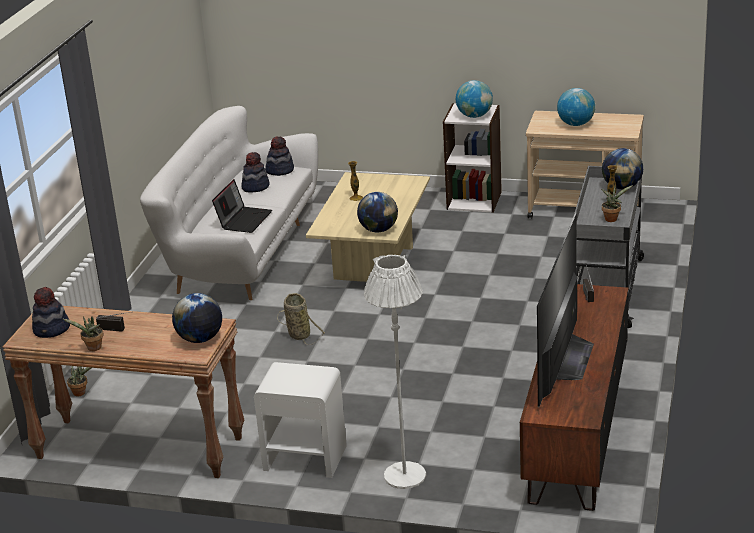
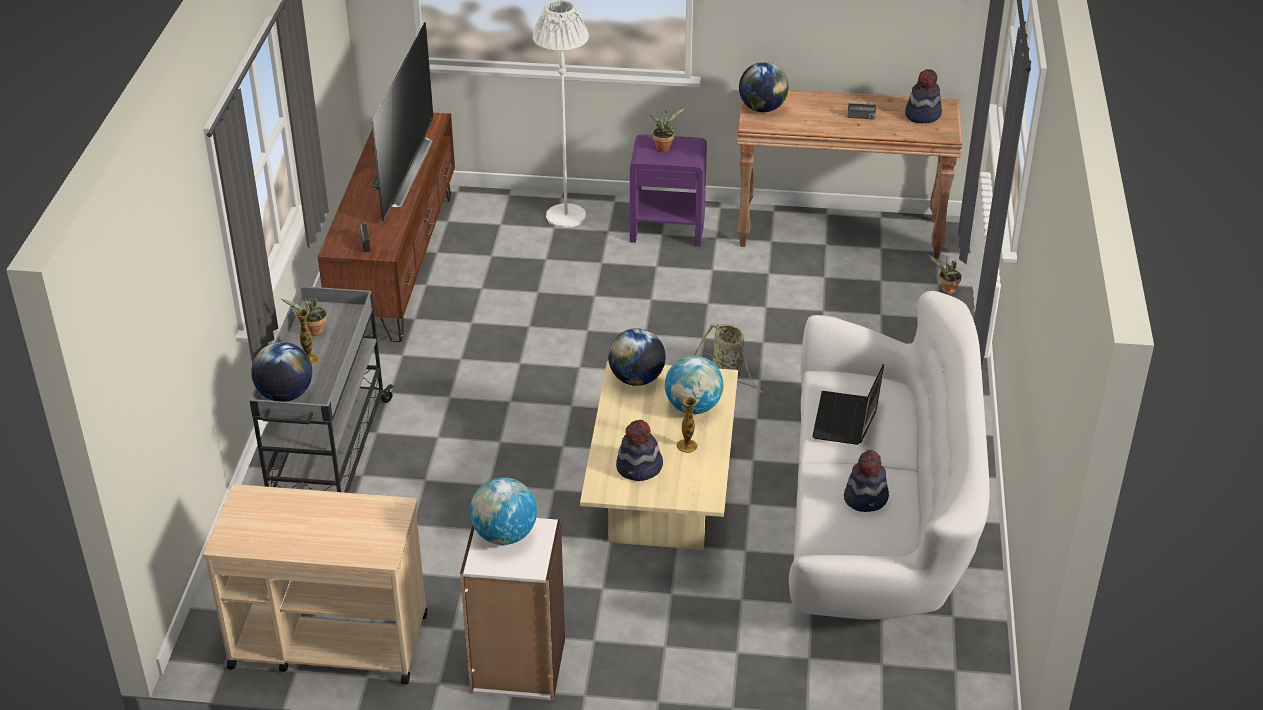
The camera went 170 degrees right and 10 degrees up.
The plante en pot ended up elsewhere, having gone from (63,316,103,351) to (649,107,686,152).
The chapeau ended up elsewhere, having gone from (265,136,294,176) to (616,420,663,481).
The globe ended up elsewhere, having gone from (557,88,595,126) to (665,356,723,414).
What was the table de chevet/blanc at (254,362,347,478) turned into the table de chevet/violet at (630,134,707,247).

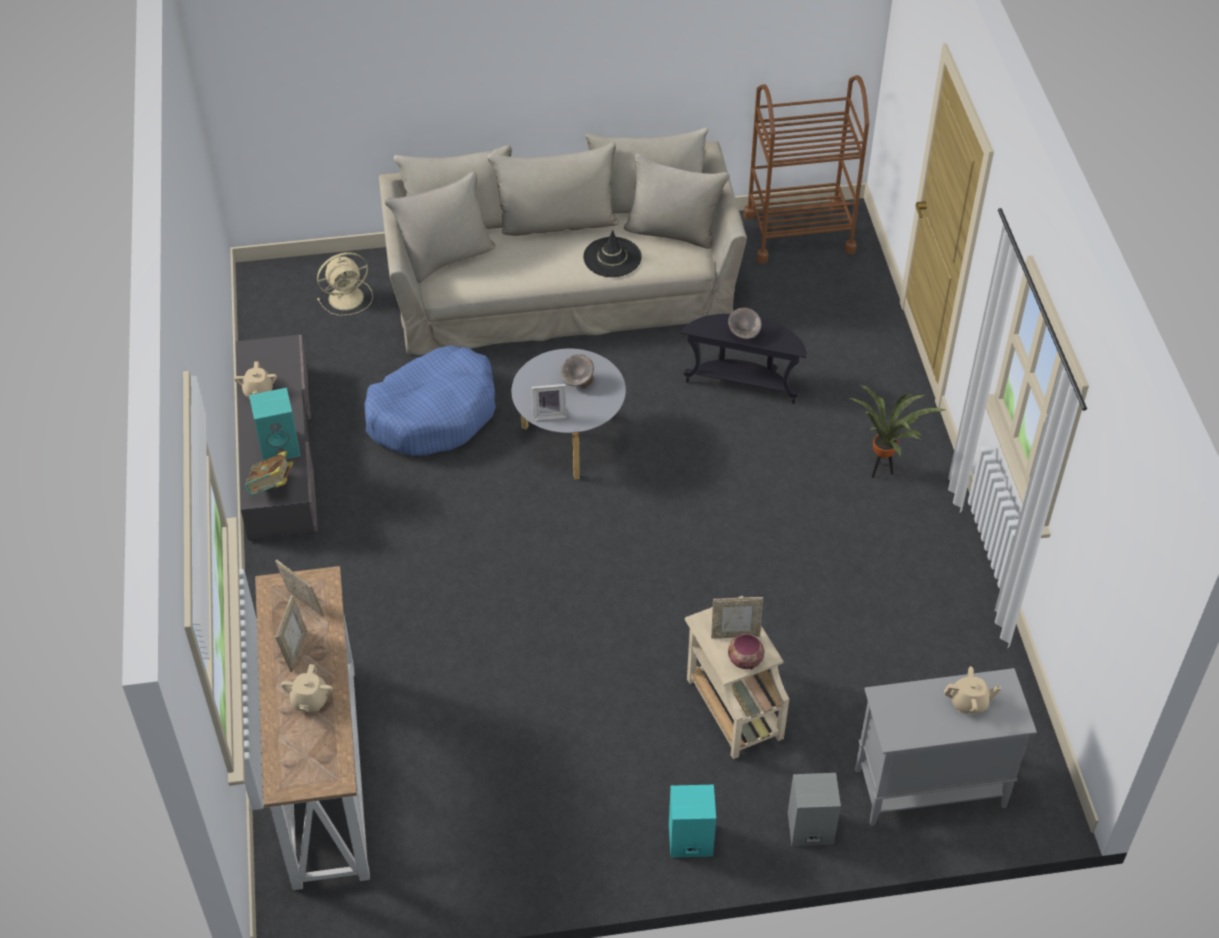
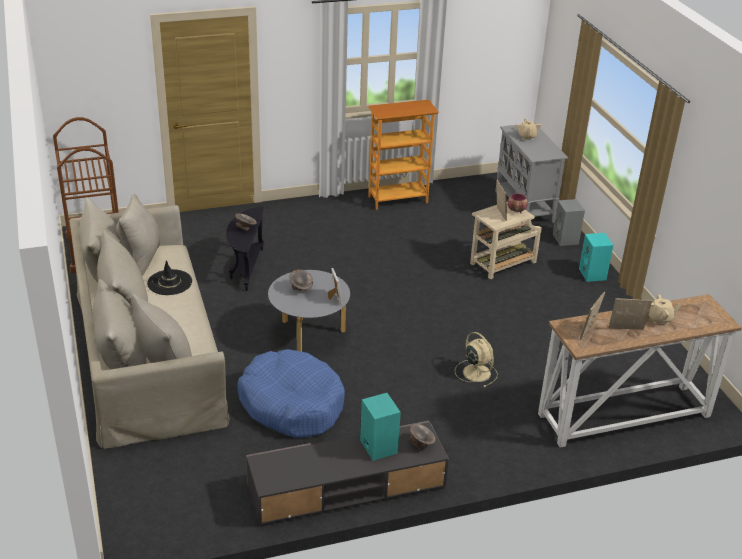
The camera went 100 degrees left and 15 degrees down.
The second view lost the théière/beige at (234,361,277,399).
The second view lost the plante en pot at (849,385,946,478).
The second view gained the bibliothèque at (368,100,439,210).
The ventilateur/beige ended up elsewhere, having gone from (317,252,373,316) to (455,332,497,387).
Where the livre stood at (246,451,293,495), the bol/gris came to stand at (409,424,435,450).

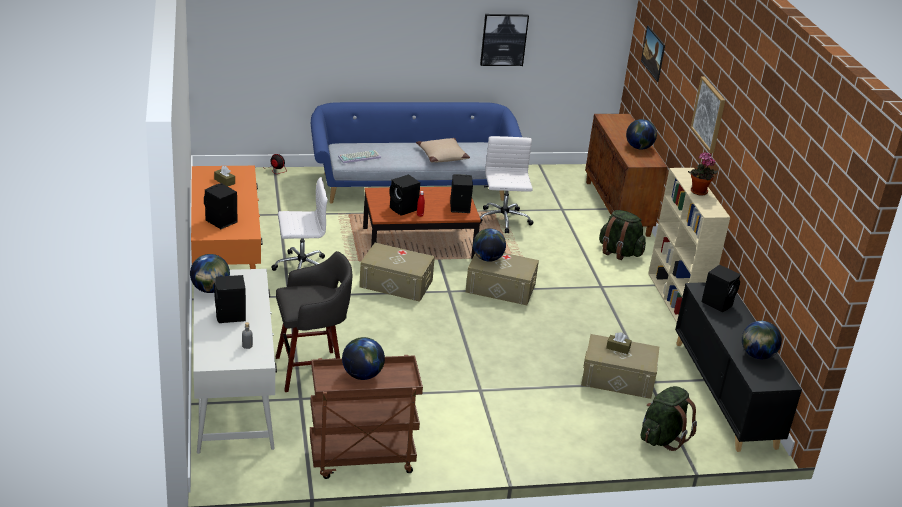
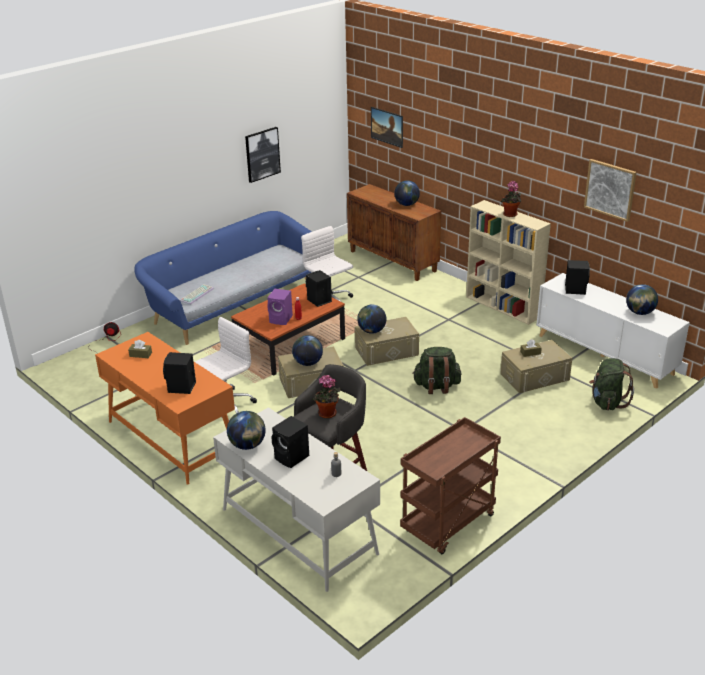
The camera went 30 degrees left and 0 degrees up.
The second view lost the coussin/beige at (416,138,470,162).
The second view gained the plante en pot at (312,375,341,418).
The globe ended up elsewhere, having gone from (342,337,385,380) to (292,335,323,366).
The sac à dos/vert ended up elsewhere, having gone from (599,210,646,260) to (412,347,462,394).
The tableau ended up elsewhere, having gone from (690,76,725,153) to (584,159,637,222).
What was the enceinte/noir at (389,175,420,216) turned into the enceinte/violet at (267,289,293,325).
What was the meuble de rangement/noir at (675,282,802,452) turned into the meuble de rangement/blanc at (536,273,690,389).

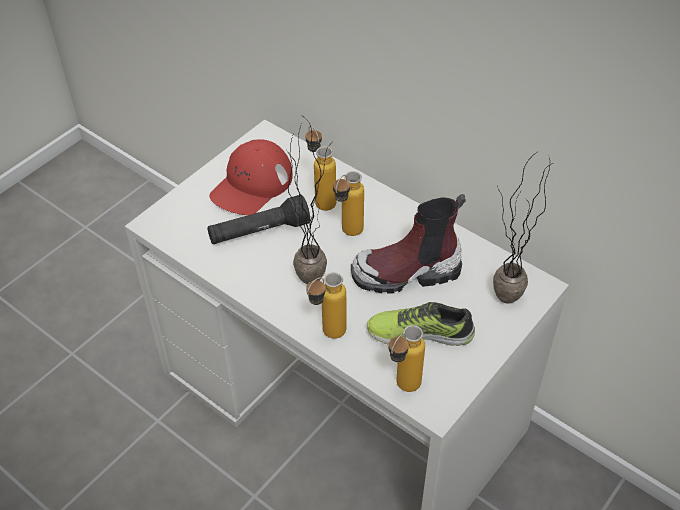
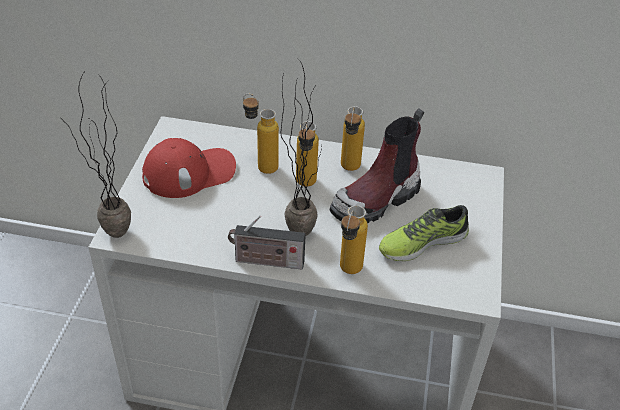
The camera went 30 degrees left and 5 degrees down.
The second view lost the lampe de poche/noir at (207,195,310,244).
The second view gained the radio at (228,215,306,270).
The bouteille ended up elsewhere, having gone from (389,325,425,392) to (341,106,365,171).
The plante en pot ended up elsewhere, having gone from (493,152,553,304) to (60,70,131,238).
The casquette/rouge at (209,140,293,215) ended up facing another way, 120 degrees counterclockwise from before.

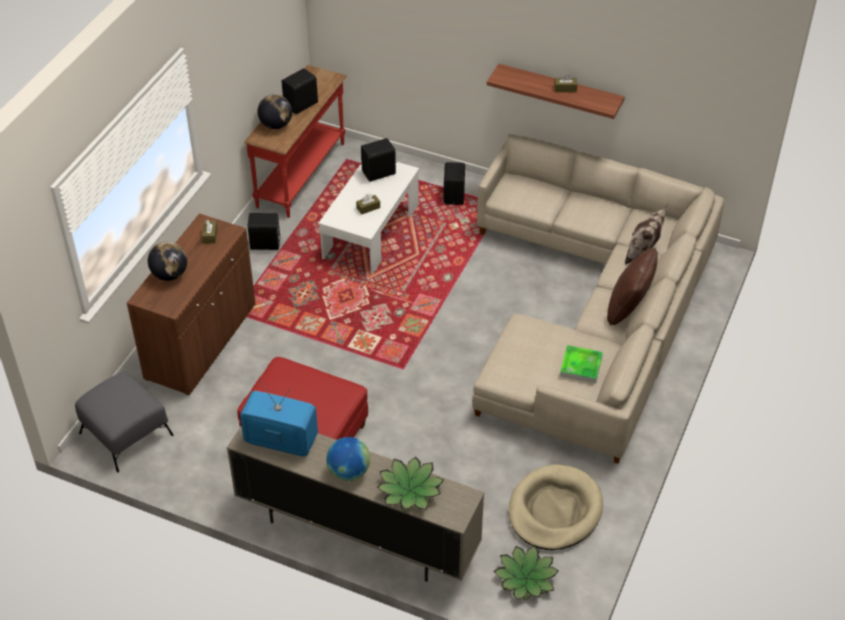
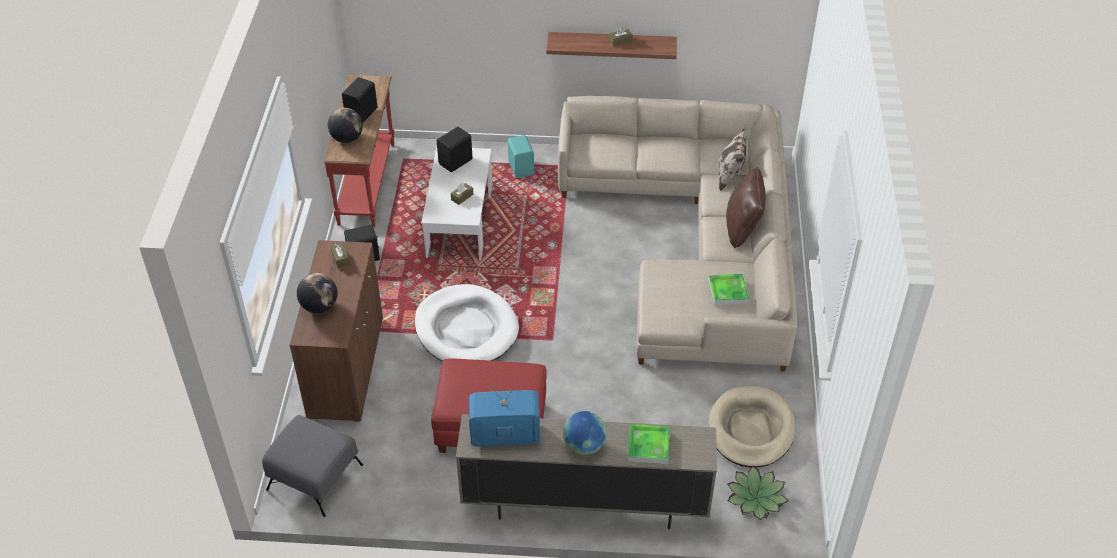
The camera went 20 degrees left and 0 degrees up.
The second view gained the panier pour chien/blanc at (415,284,519,361).
Where the plante en pot stood at (377,457,444,512), the plateau came to stand at (627,424,670,464).
What was the enceinte/noir at (444,162,465,205) turned into the enceinte/turquoise at (508,135,534,178).

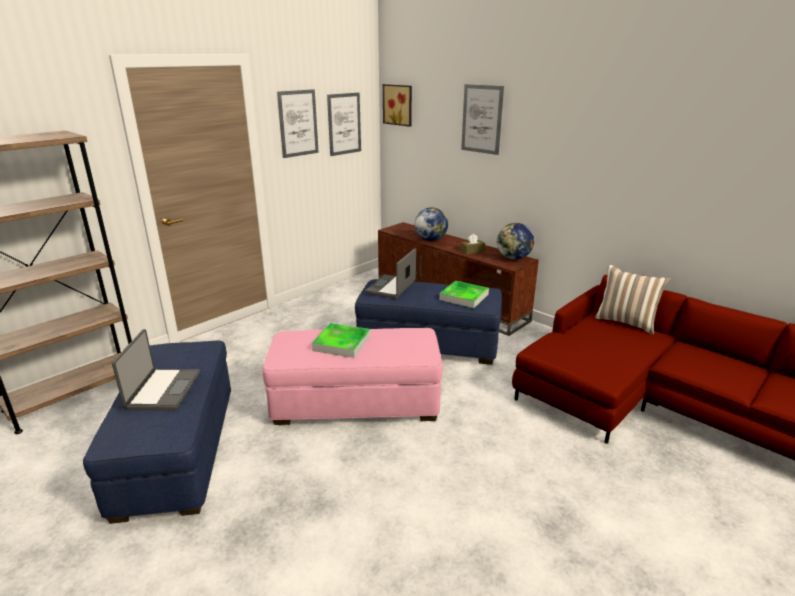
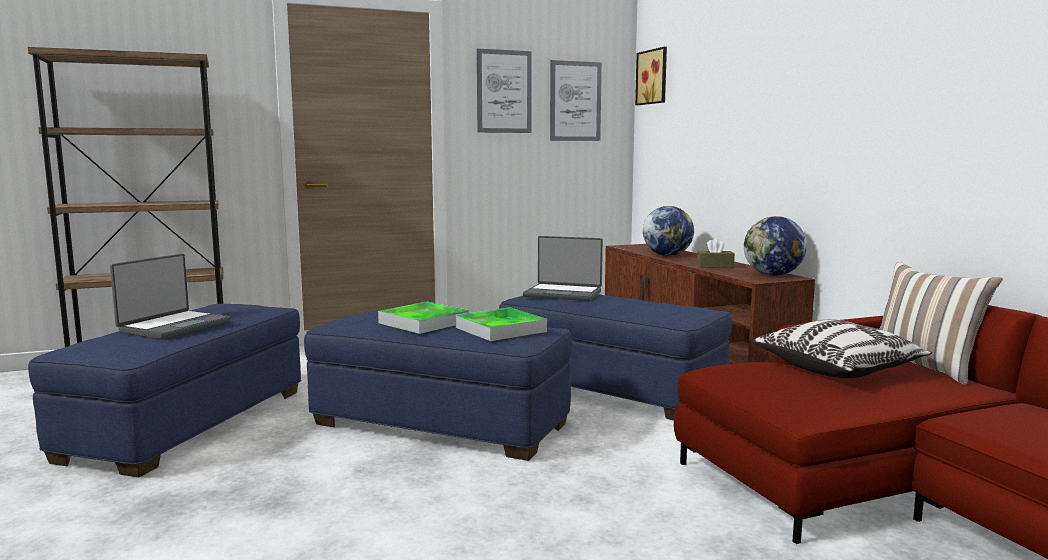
The camera went 25 degrees right and 15 degrees down.
The second view lost the tableau at (461,84,504,155).
The second view gained the coussin at (753,319,932,378).
The plateau ended up elsewhere, having gone from (439,280,489,308) to (456,307,547,341).
What was the pouf/rose at (263,328,443,425) turned into the pouf/bleu at (304,311,572,461).
The ordinateur portable at (365,248,416,299) ended up facing another way, 120 degrees counterclockwise from before.

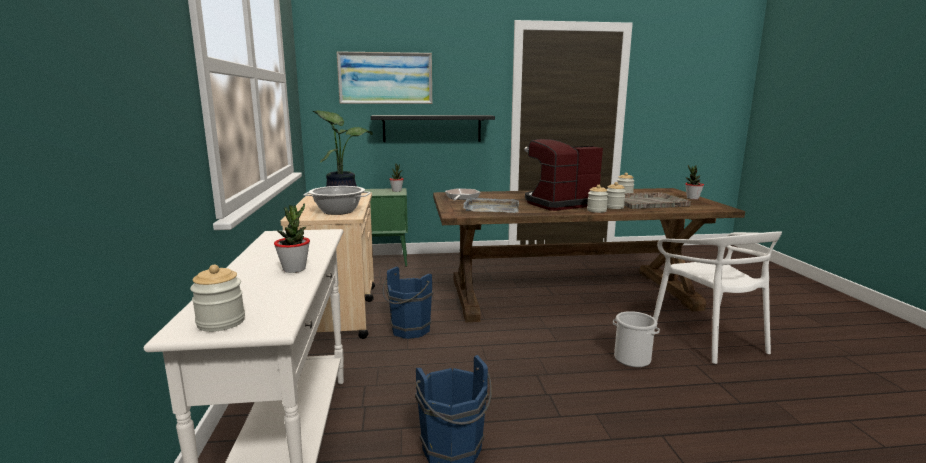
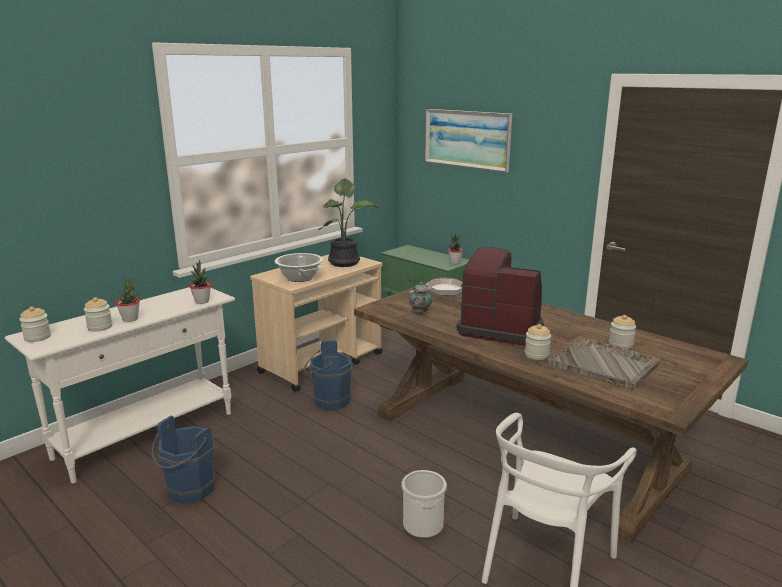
The camera went 50 degrees right and 5 degrees up.
The second view lost the étagère/noir at (371,115,495,142).
The bocal ended up elsewhere, having gone from (587,185,608,213) to (84,297,112,332).
The plante en pot ended up elsewhere, having gone from (685,165,704,200) to (189,260,211,304).
Where the plateau/gris stood at (463,197,519,213), the théière came to stand at (409,282,432,314).

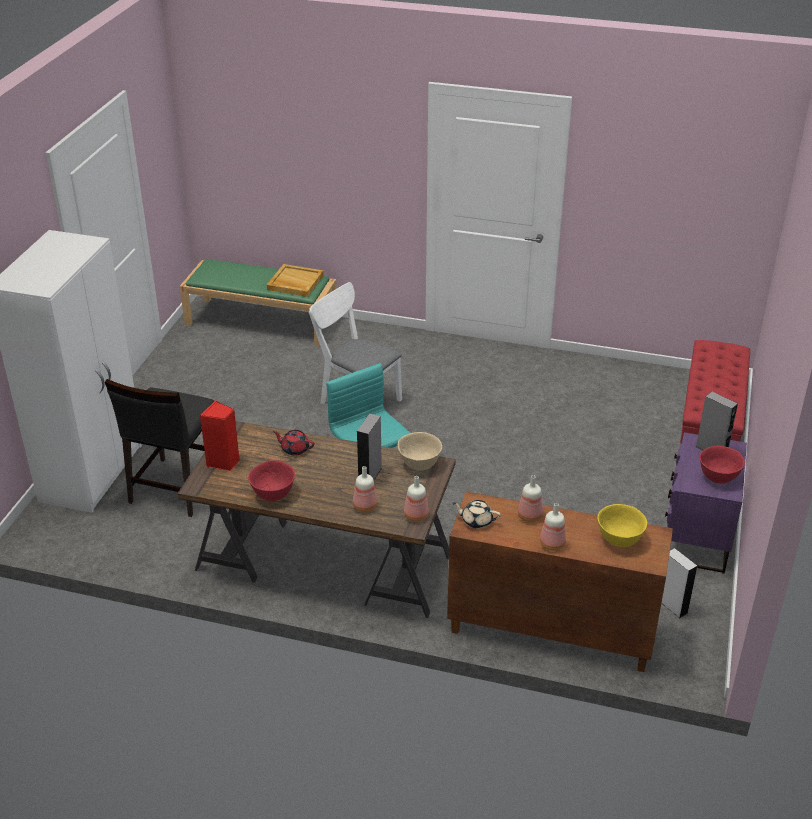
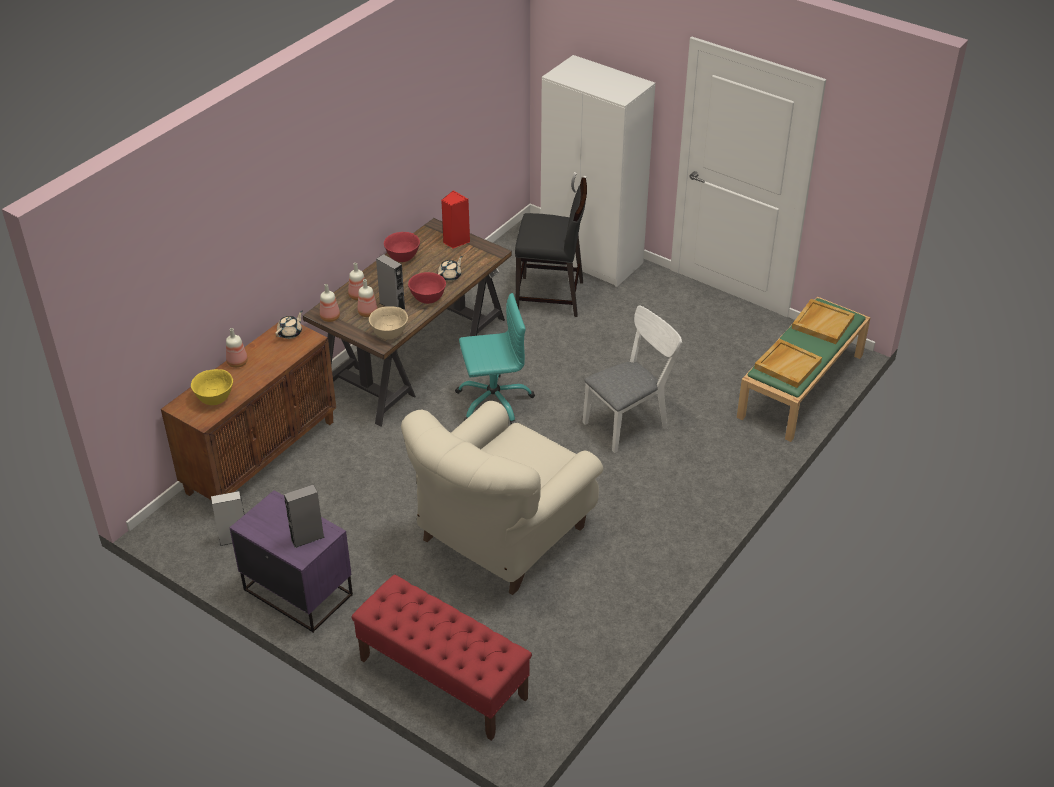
The camera went 110 degrees right and 5 degrees up.
The second view gained the fauteuil/beige at (401,401,603,595).
The second view gained the plateau/beige at (792,299,855,344).
The bouteille ended up elsewhere, having gone from (518,475,543,522) to (358,279,378,317).
The bol/rouge ended up elsewhere, having gone from (700,446,745,483) to (408,272,446,304).
What was the théière/rouge at (273,430,314,456) turned into the théière/beige at (438,256,463,281).
The chaise/noir at (105,379,214,517) ended up facing another way, 150 degrees clockwise from before.

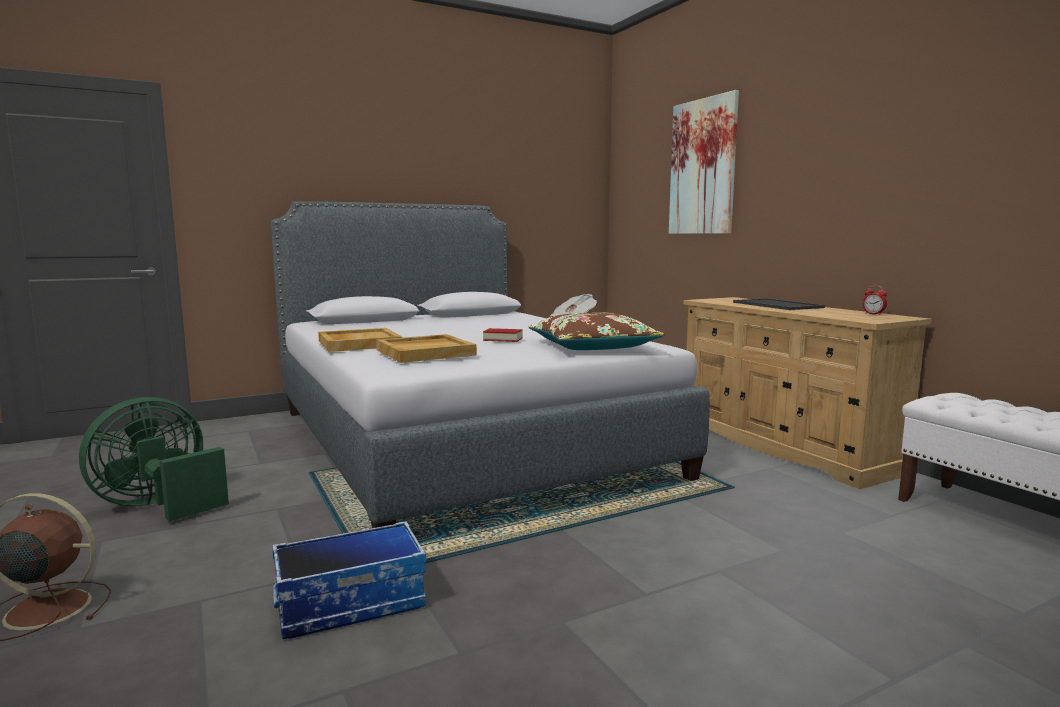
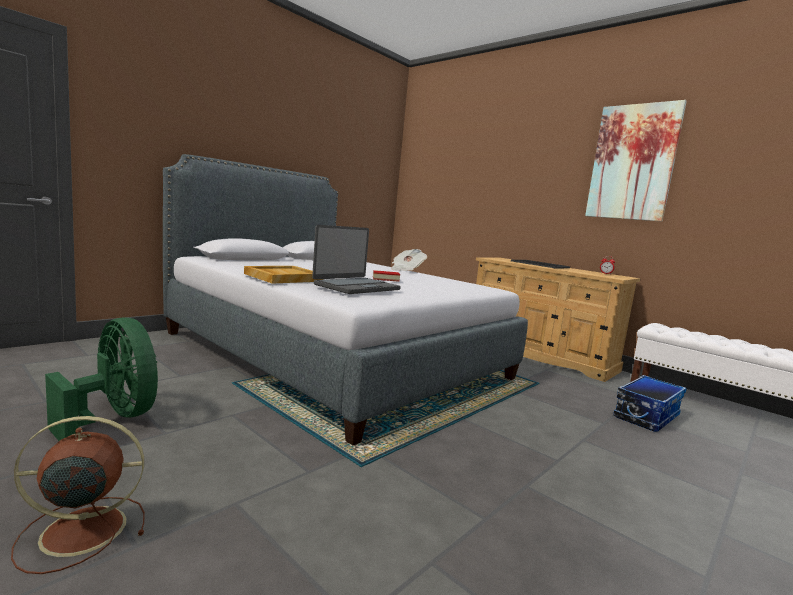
The camera went 20 degrees left and 0 degrees up.
The second view lost the coussin/marron at (529,313,665,350).
The boîte de rangement ended up elsewhere, having gone from (272,521,426,639) to (613,375,687,432).
The tableau ended up elsewhere, having gone from (669,90,739,234) to (585,100,687,222).
Where the plateau/beige stood at (376,334,477,363), the ordinateur portable came to stand at (312,225,401,294).
The ventilateur/vert at (79,397,229,522) ended up facing another way, 105 degrees clockwise from before.

